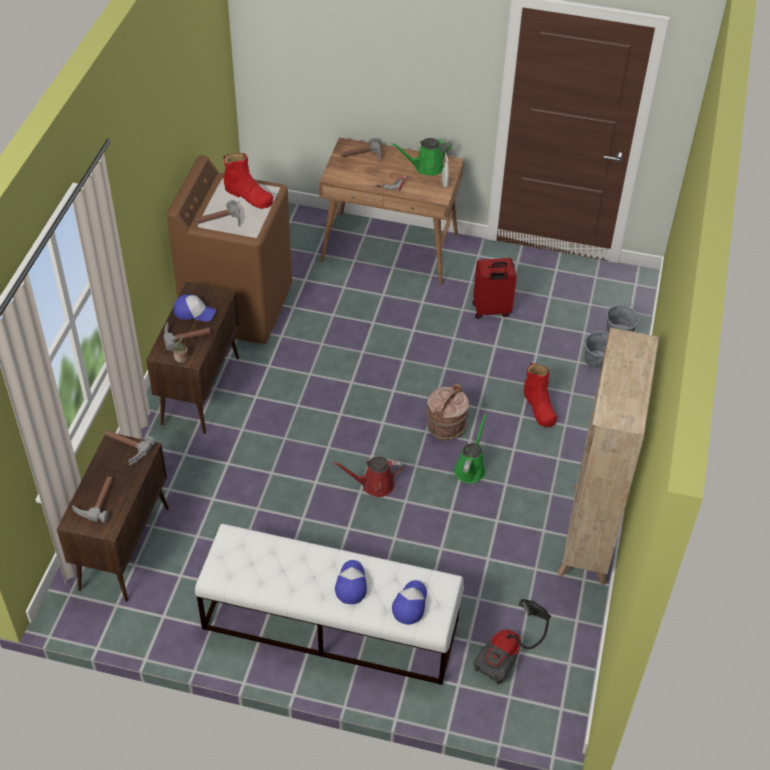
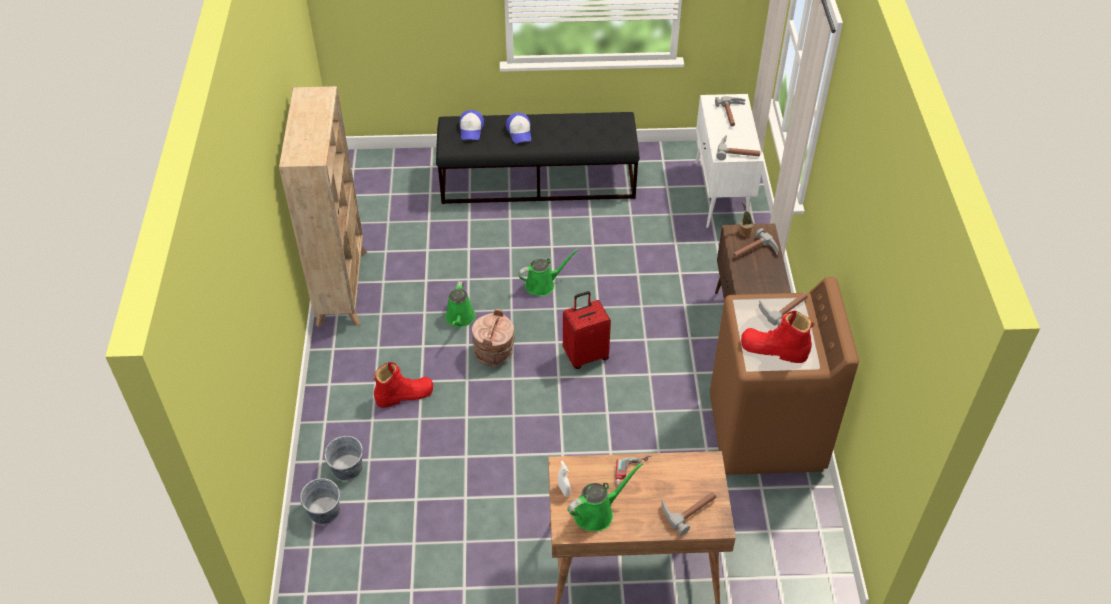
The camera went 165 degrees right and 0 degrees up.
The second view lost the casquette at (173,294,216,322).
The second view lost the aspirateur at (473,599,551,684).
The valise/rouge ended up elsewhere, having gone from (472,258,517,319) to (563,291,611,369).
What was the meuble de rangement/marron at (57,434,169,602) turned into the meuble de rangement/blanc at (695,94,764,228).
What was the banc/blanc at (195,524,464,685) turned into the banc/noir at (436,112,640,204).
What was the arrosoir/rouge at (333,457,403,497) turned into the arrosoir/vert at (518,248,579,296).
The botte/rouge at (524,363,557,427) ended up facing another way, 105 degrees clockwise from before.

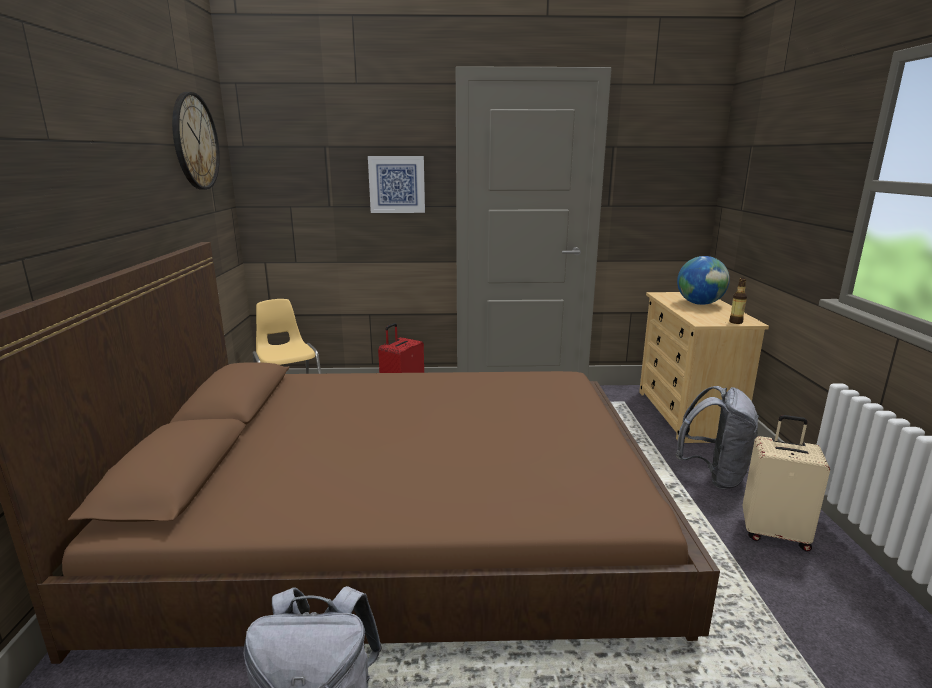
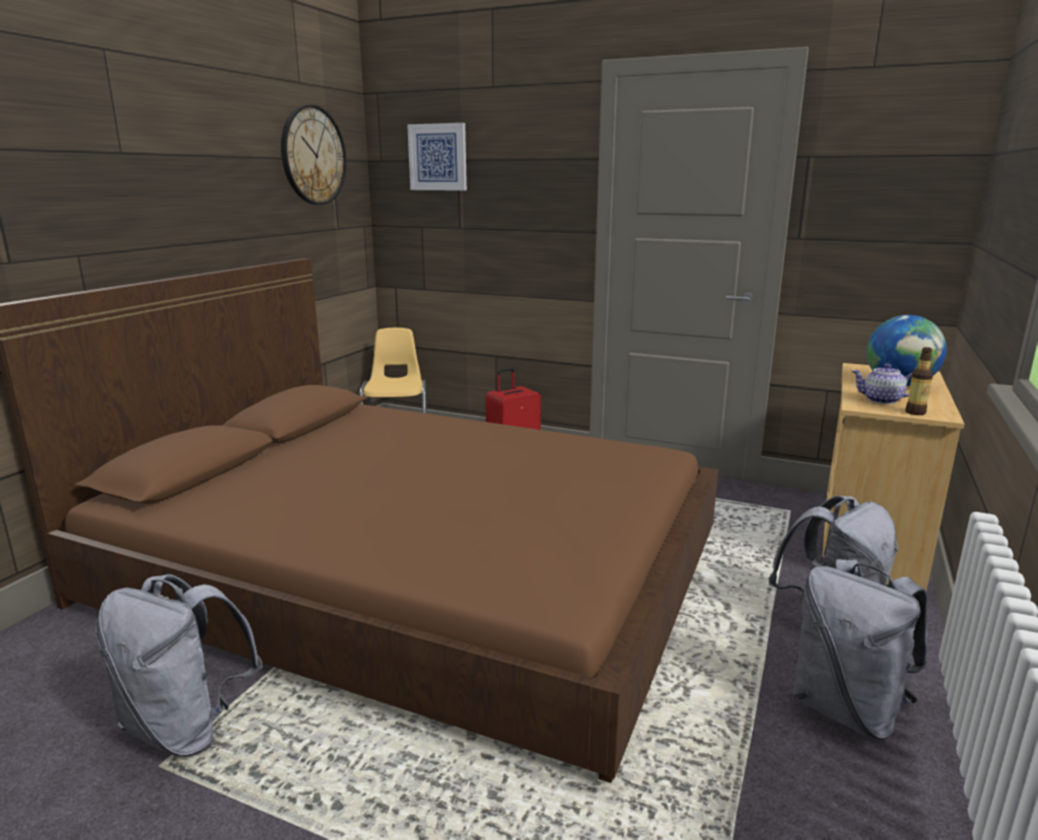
The camera went 25 degrees right and 0 degrees up.
The second view gained the théière at (852,364,912,404).
The tableau ended up elsewhere, having gone from (368,156,425,213) to (407,123,467,191).
Where the valise/beige stood at (742,415,830,552), the sac à dos/gris came to stand at (793,559,928,739).

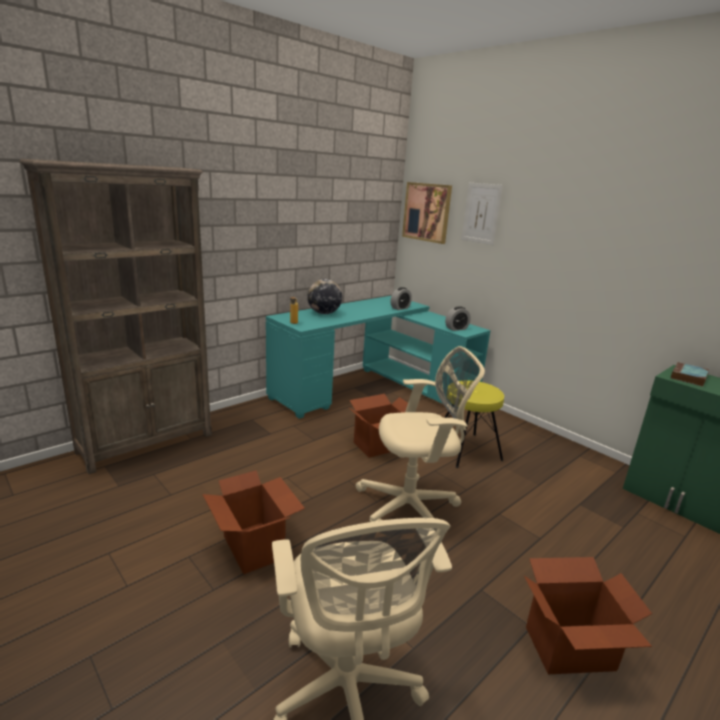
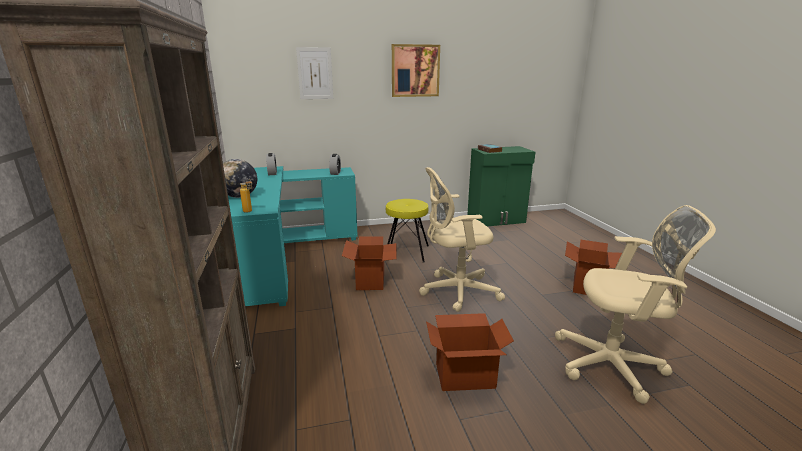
The camera went 60 degrees left and 0 degrees up.
The tableau ended up elsewhere, having gone from (402,182,452,244) to (392,44,440,97).
The chaise de bureau/beige at (356,346,485,532) ended up facing another way, 120 degrees counterclockwise from before.

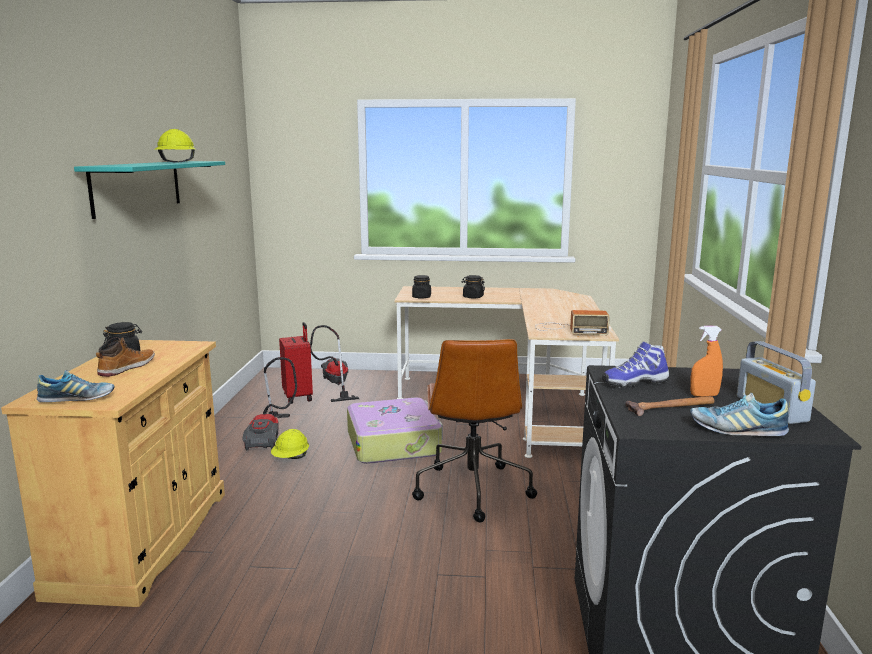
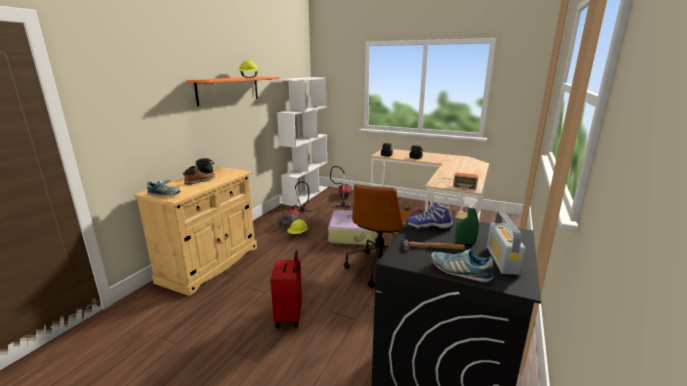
The camera went 20 degrees right and 5 degrees up.
The second view gained the bibliothèque/blanc at (275,77,328,207).
The valise/rouge ended up elsewhere, having gone from (279,322,313,404) to (270,251,302,328).
What was the étagère/turquoise at (74,161,225,219) turned into the étagère/orange at (186,77,280,106).
What was the vaporisateur/orange at (690,326,723,397) turned into the vaporisateur/vert at (455,197,479,244).

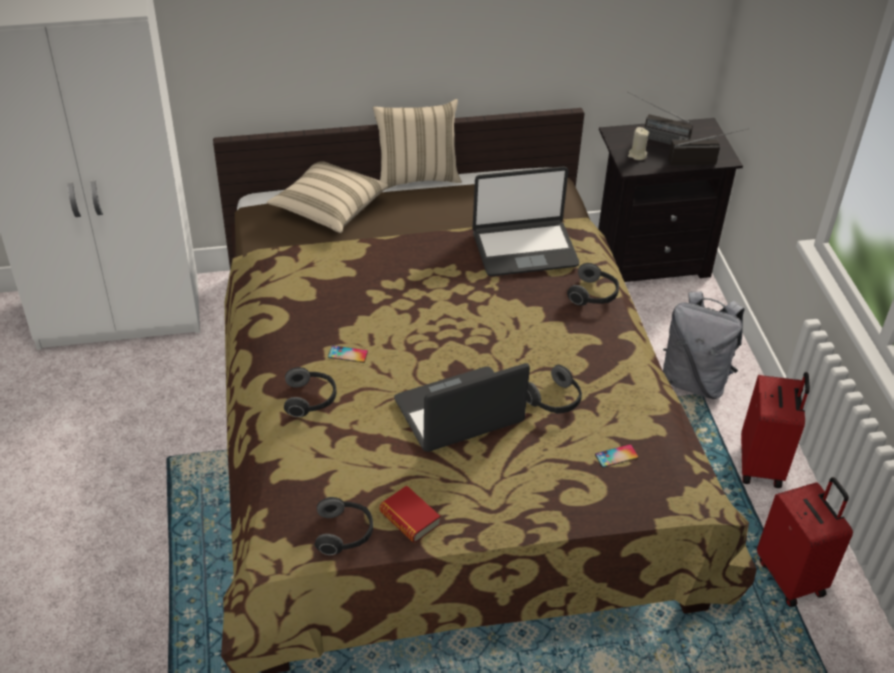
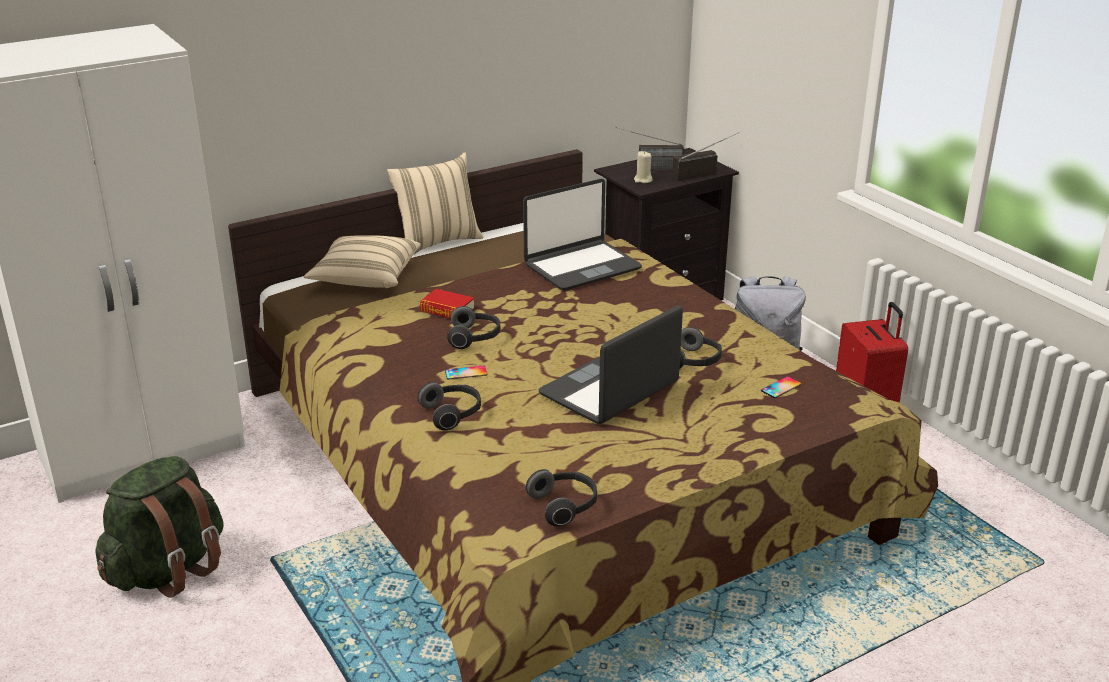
The camera went 20 degrees left and 15 degrees down.
The second view lost the valise/rouge at (757,477,853,607).
The second view gained the sac à dos/vert at (96,456,224,598).
The livre ended up elsewhere, having gone from (380,486,440,542) to (420,289,475,318).
The casque audio ended up elsewhere, having gone from (567,263,619,306) to (447,306,501,349).

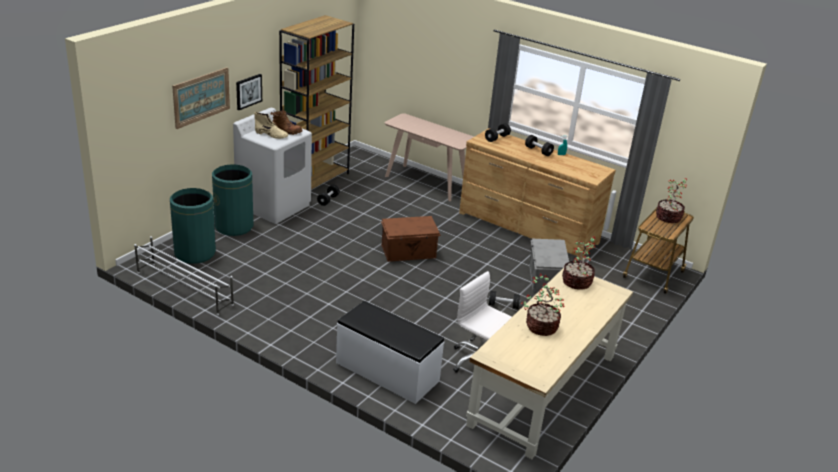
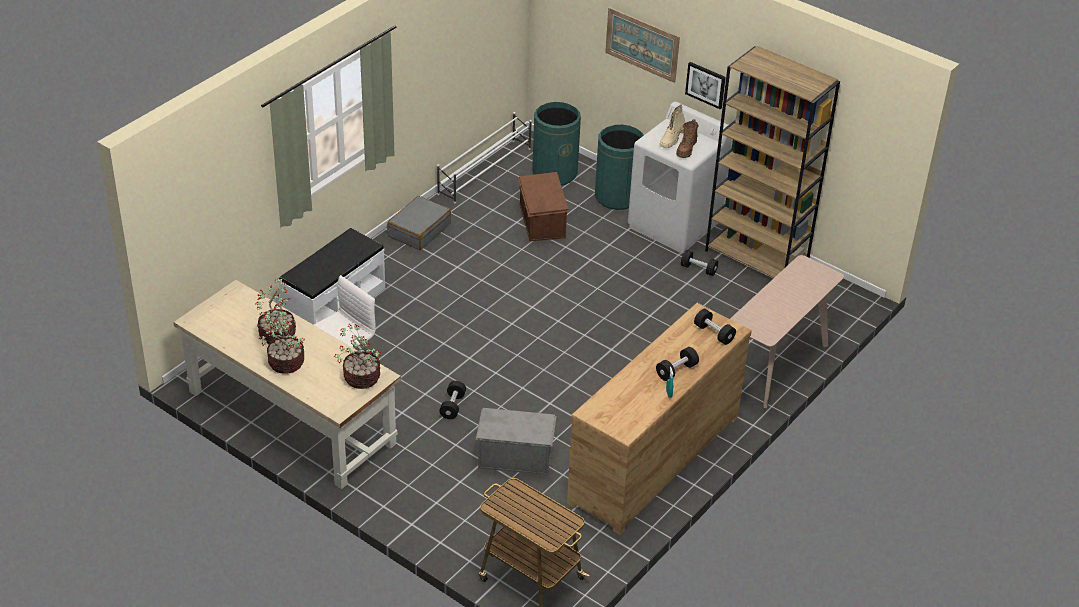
The camera went 95 degrees right and 10 degrees up.
The second view gained the valise/gris at (387,196,451,250).
The boîte de rangement/marron ended up elsewhere, having gone from (381,216,441,262) to (518,172,568,241).
The plante en pot ended up elsewhere, having gone from (656,178,687,223) to (259,307,305,374).

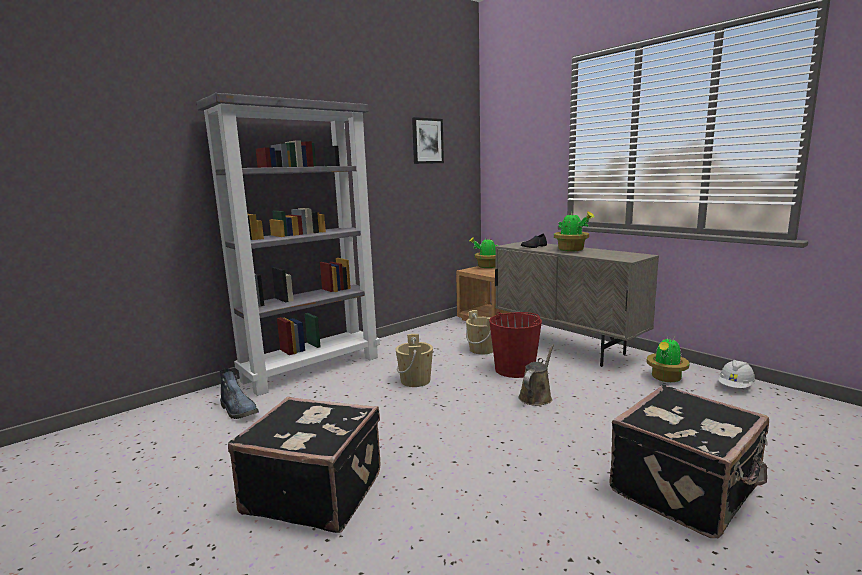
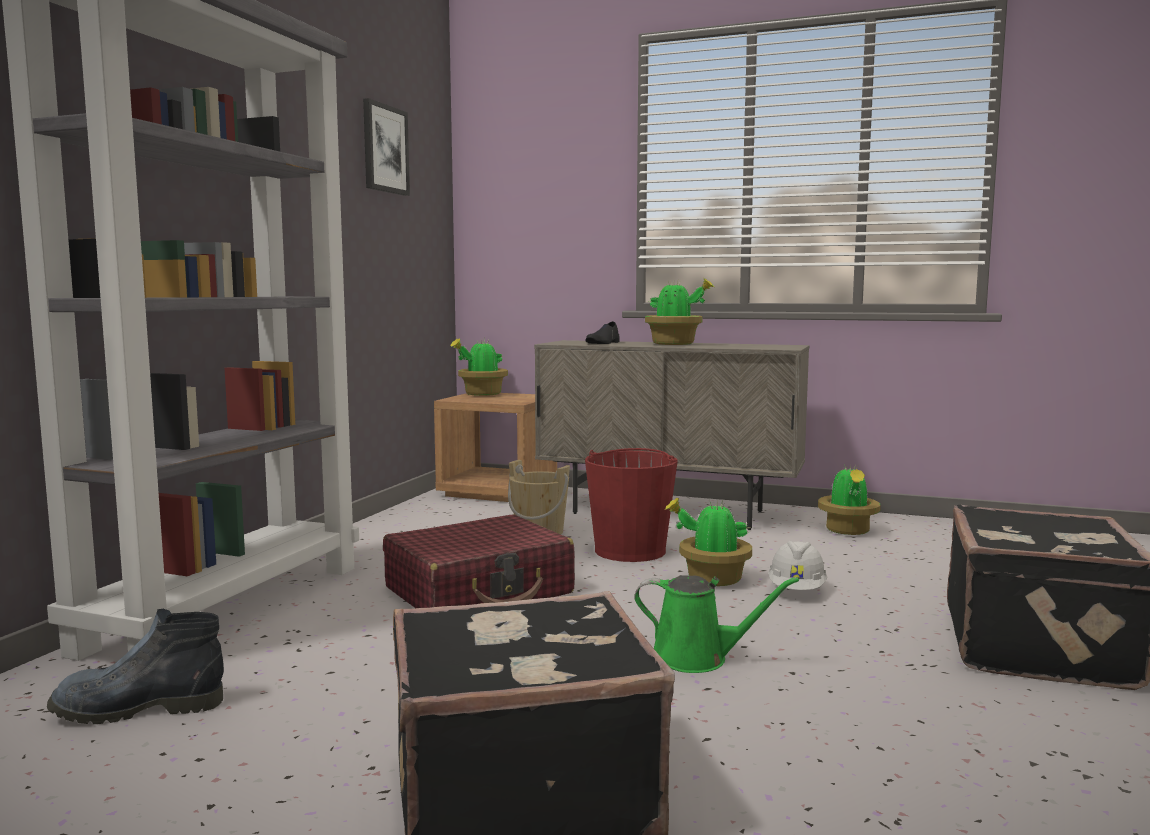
The camera went 30 degrees left and 5 degrees down.
The second view gained the arrosoir/vert at (634,575,799,673).
The casque de chantier/blanc ended up elsewhere, having gone from (718,360,756,388) to (768,540,828,590).
Where the seau/beige stood at (395,334,433,387), the valise/rouge came to stand at (383,515,575,608).
Where the arrosoir/marron stood at (519,345,554,406), the plante en pot came to stand at (666,498,752,586).
The botte at (220,368,259,419) ended up facing another way, 150 degrees clockwise from before.

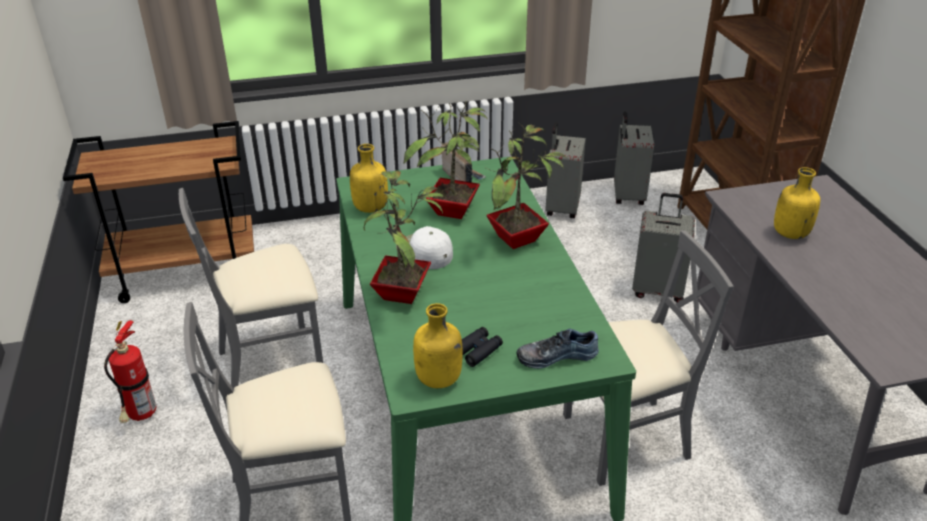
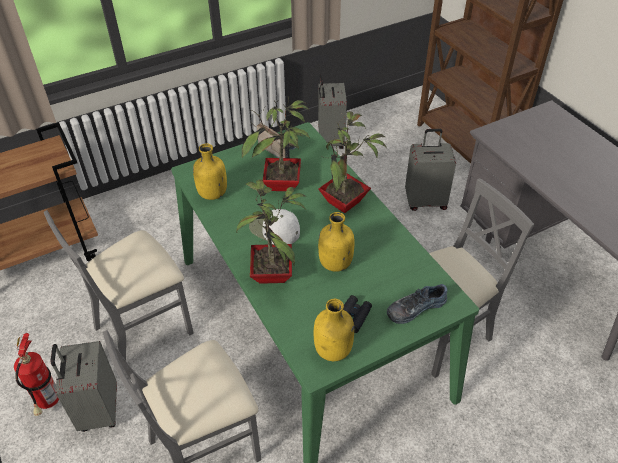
The camera went 15 degrees left and 10 degrees up.
The valise/gris ended up elsewhere, having gone from (614,111,654,205) to (51,341,117,432).
The bouteille/jaune ended up elsewhere, having gone from (774,167,820,239) to (318,212,354,272).

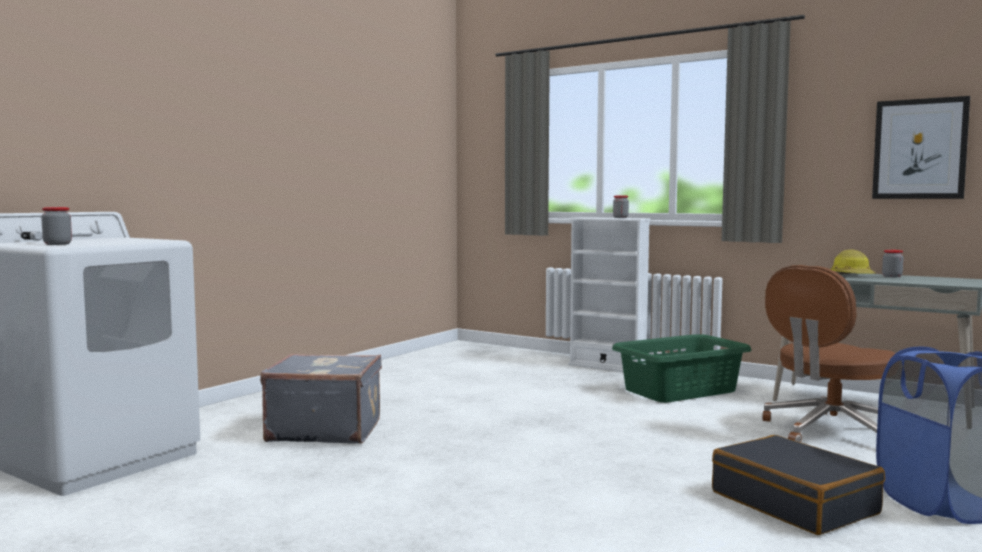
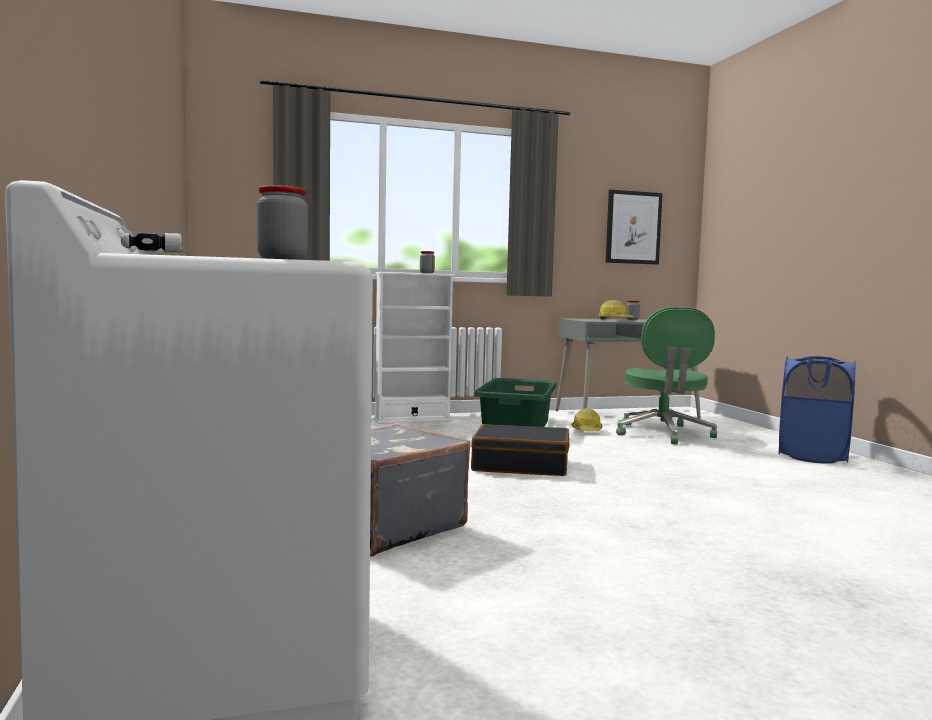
The camera went 50 degrees left and 0 degrees up.
The second view gained the casque de chantier at (571,408,602,431).
The valise/noir ended up elsewhere, having gone from (712,435,885,535) to (471,424,569,476).
What was the chaise de bureau/marron at (762,265,896,442) turned into the chaise de bureau/vert at (616,307,717,444).

